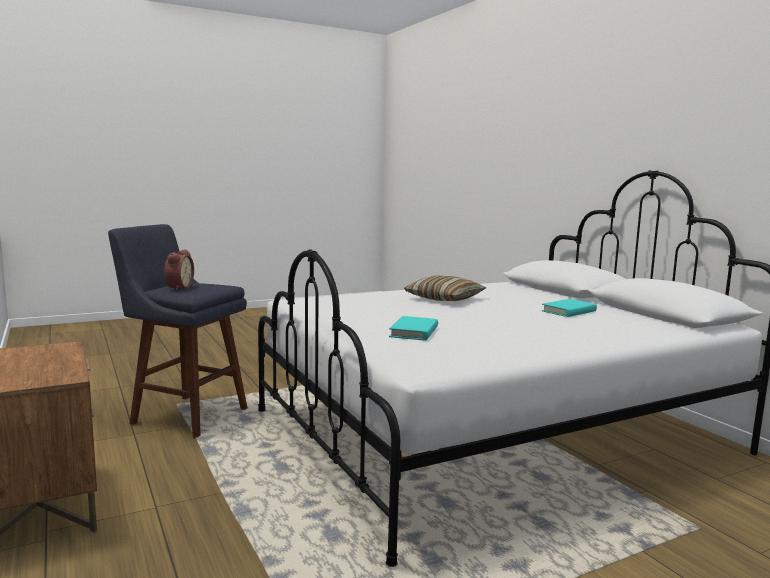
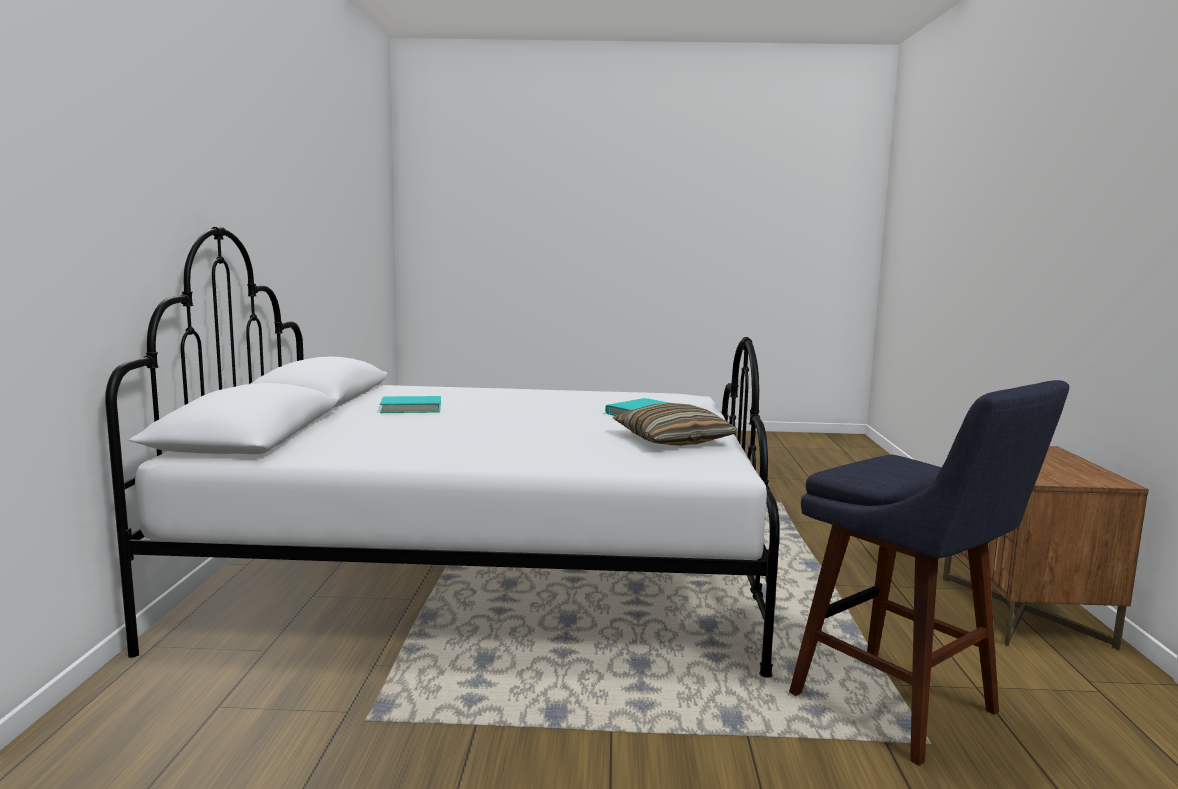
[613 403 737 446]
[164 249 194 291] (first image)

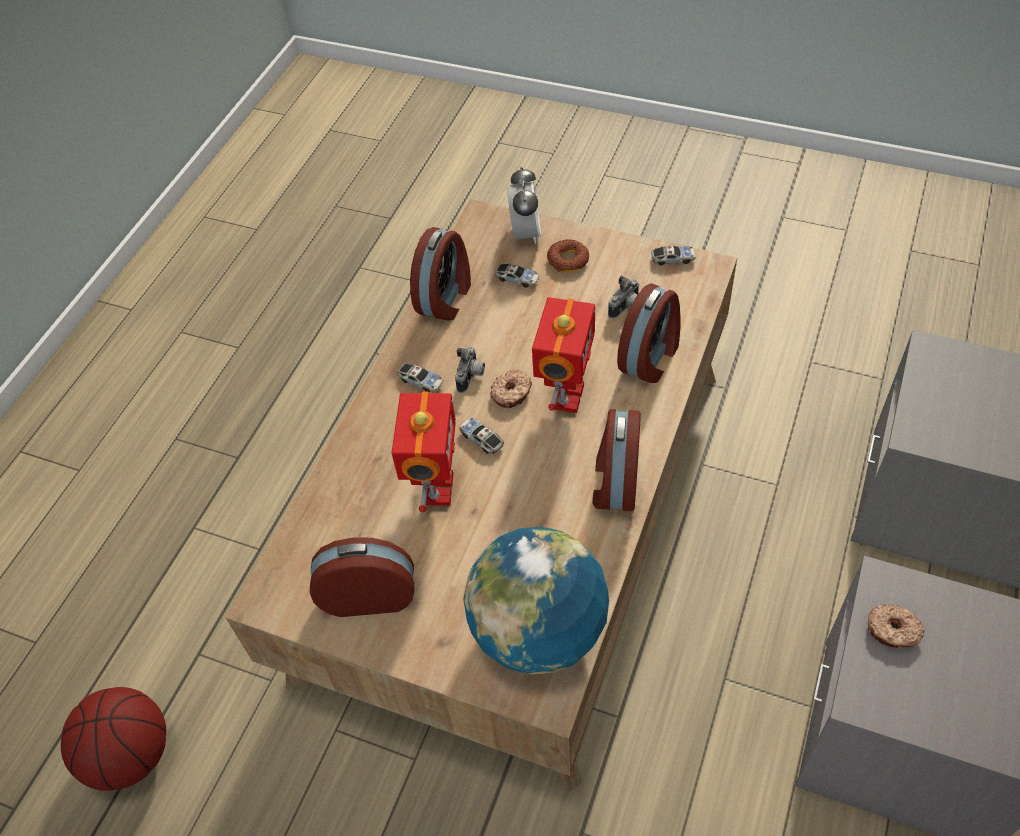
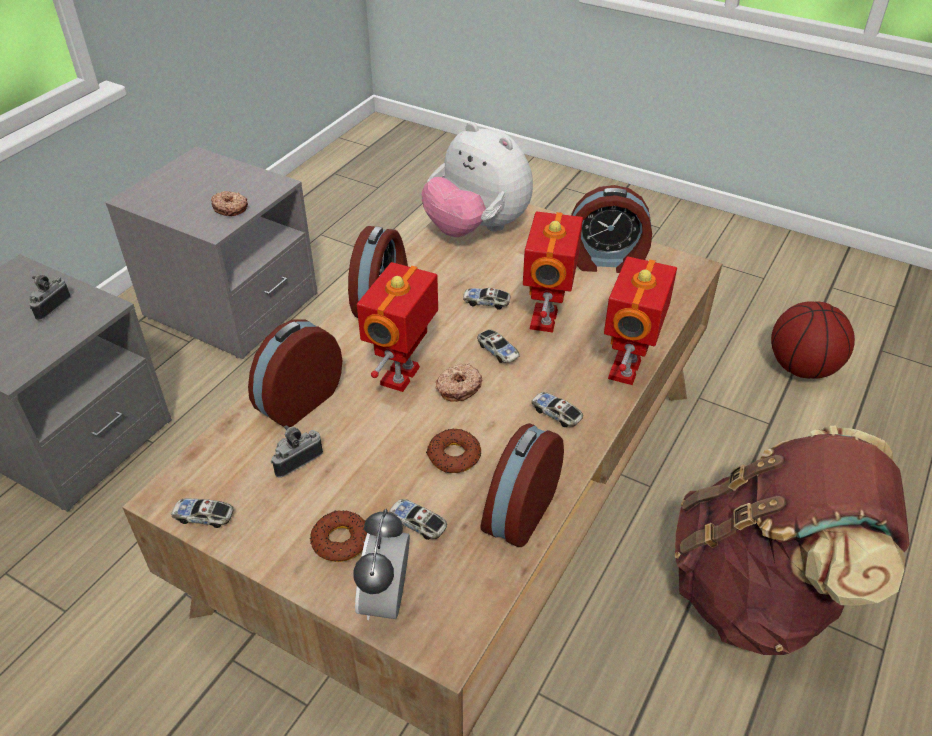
[29 275 71 320]
[422 122 533 237]
[426 429 481 473]
[463 288 510 310]
[604 256 677 385]
[675 426 910 655]

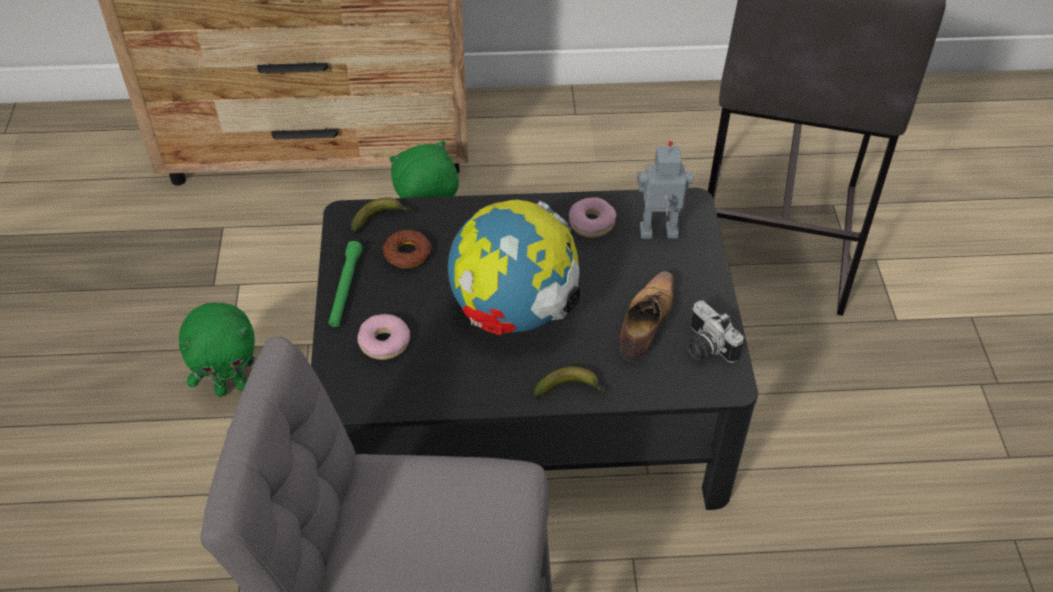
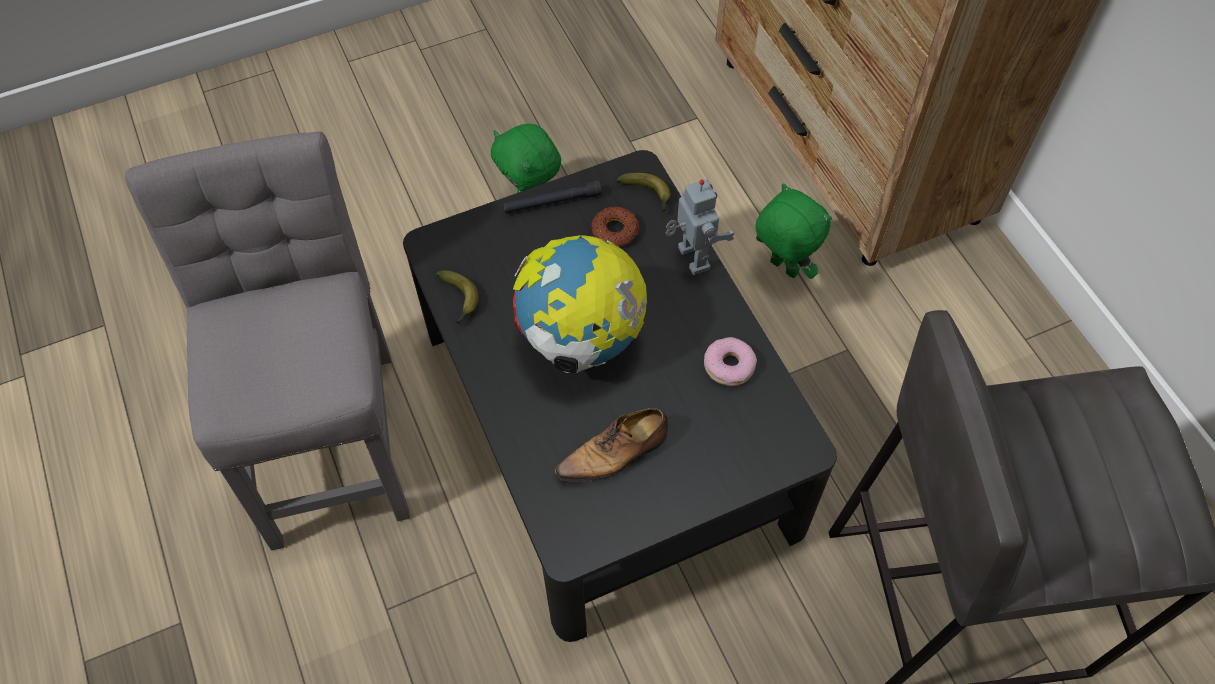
[436 270 478 324]
[503 180 602 213]
[555 408 668 484]
[666 179 735 275]
[357 314 410 360] (first image)
[687 300 744 363] (first image)

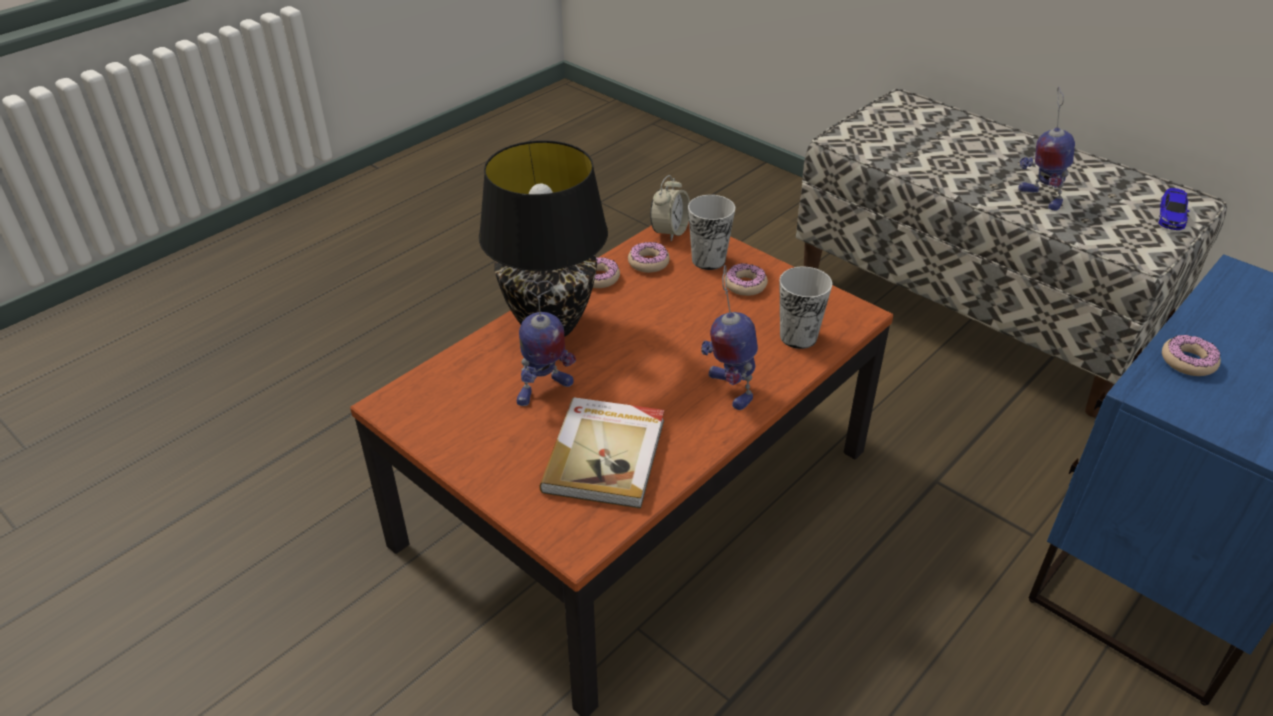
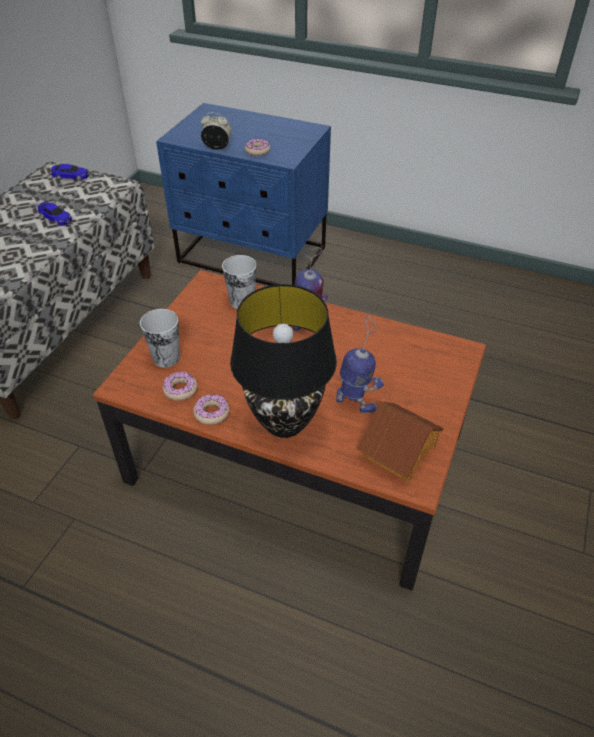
[38 202 72 226]
[201 112 232 150]
[357 400 444 482]
[539 397 664 509] (first image)
[725 263 768 296] (first image)

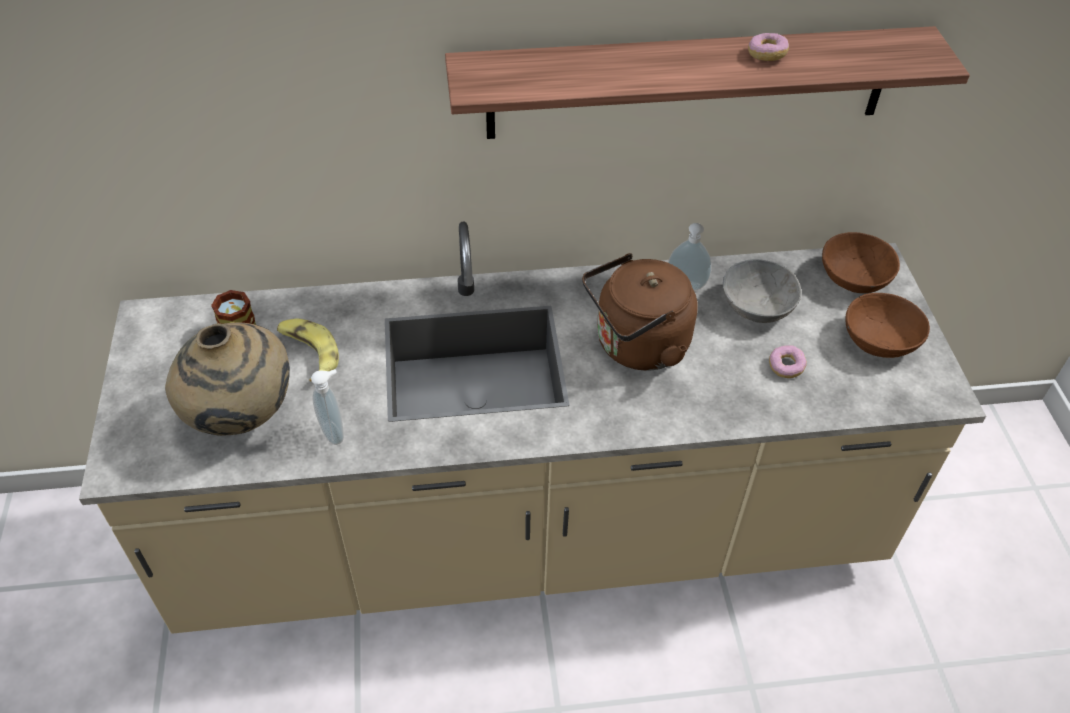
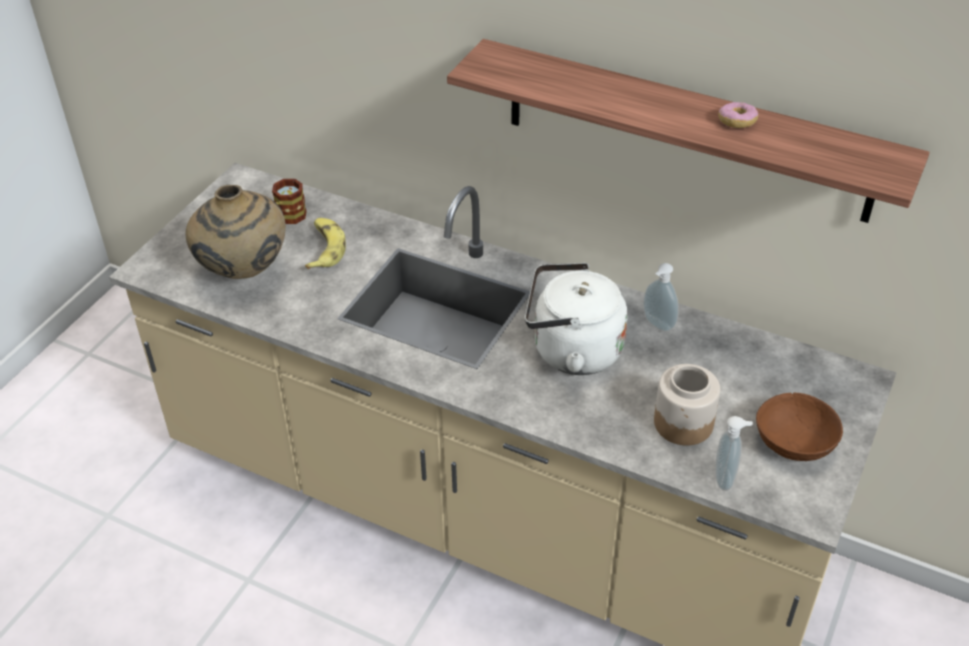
[525 263 628 375]
[654 364 720 446]
[715 416 753 491]
[723 259 802 323] (first image)
[822 232 900 293] (first image)

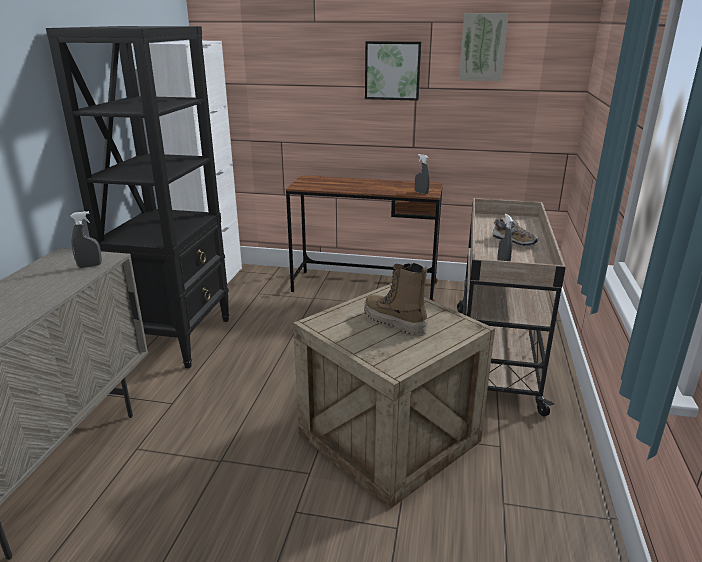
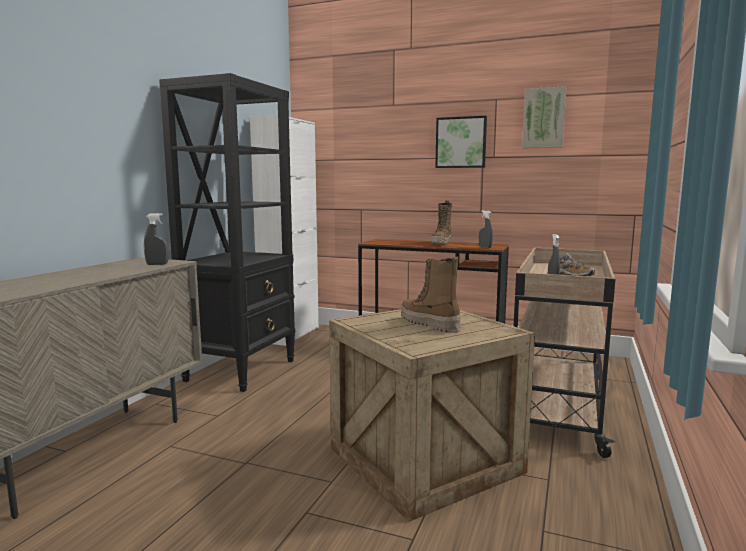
[431 200 453 245]

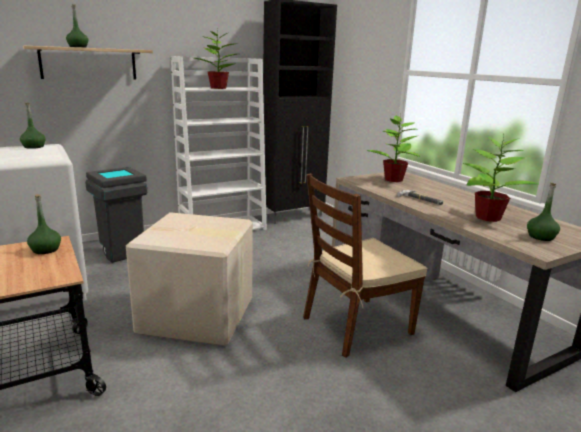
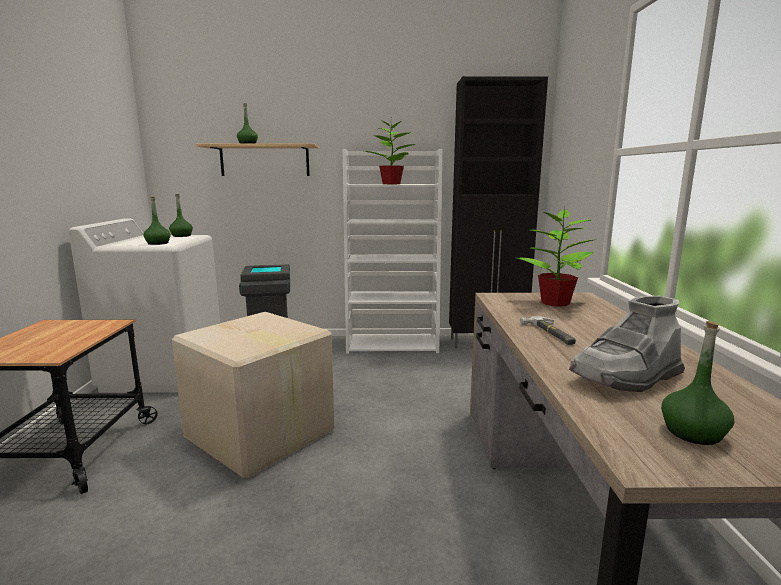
[143 196 171 245]
[569 296 685 392]
[303 173 427 358] (first image)

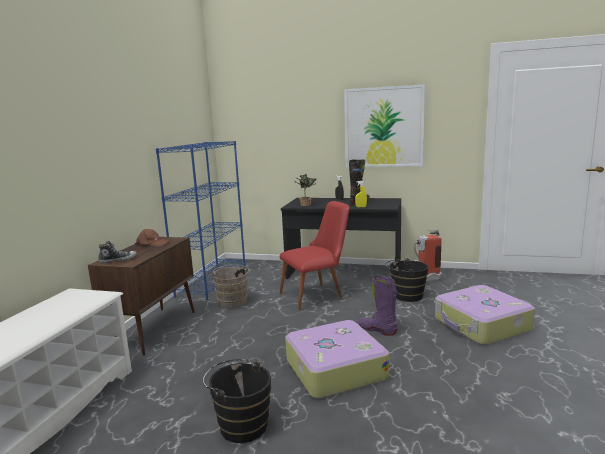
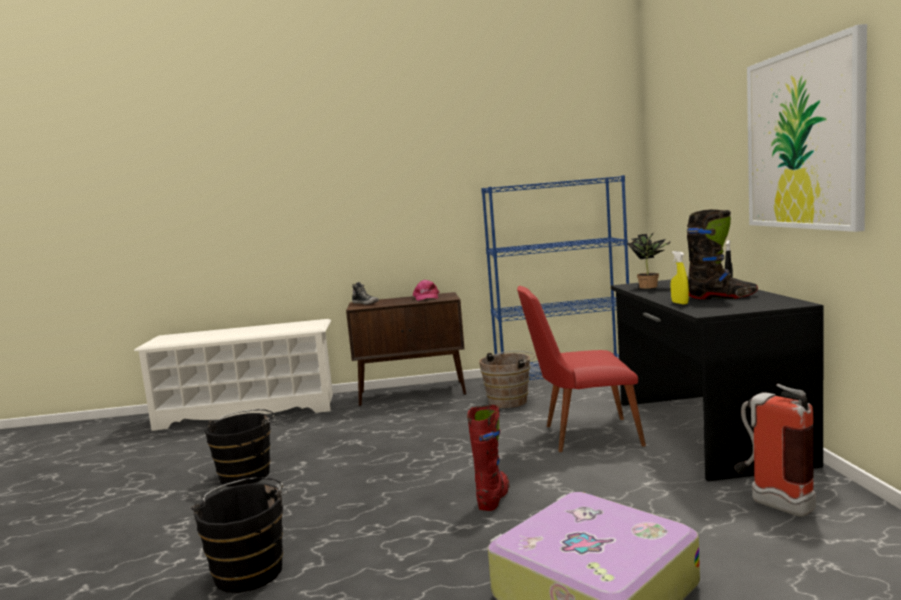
[191 477 288 593]
[413 280 439 301]
[467 405 510 511]
[517 286 646 452]
[285 320 389 398] (first image)

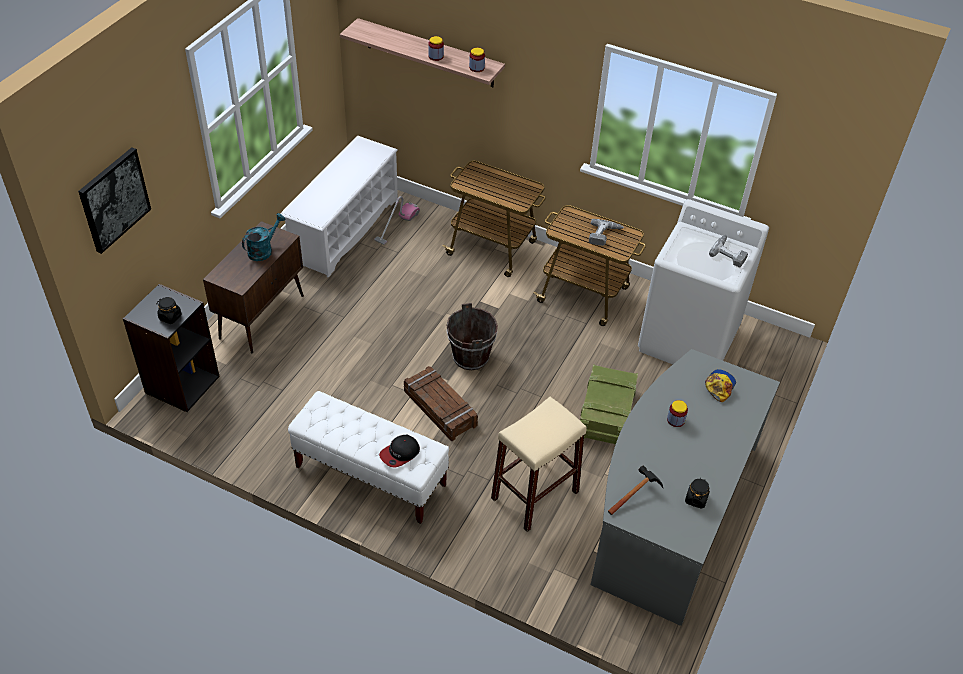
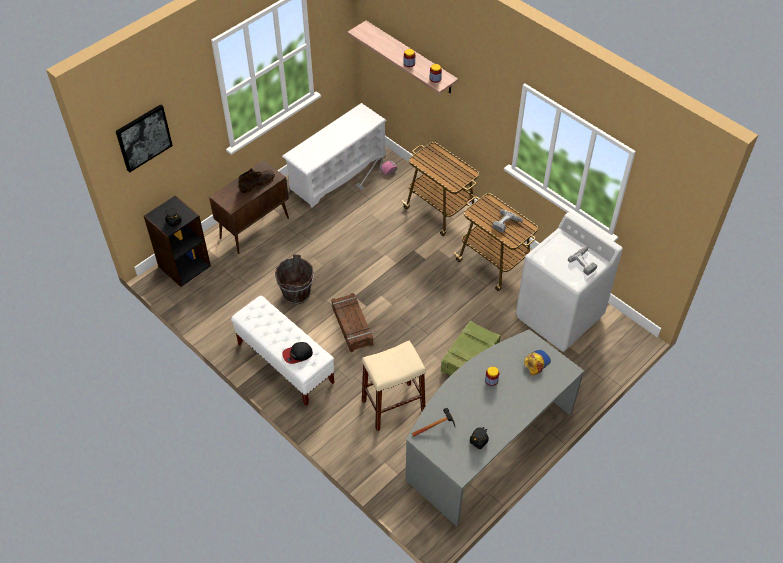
[238 168 275 193]
[275 254 314 304]

